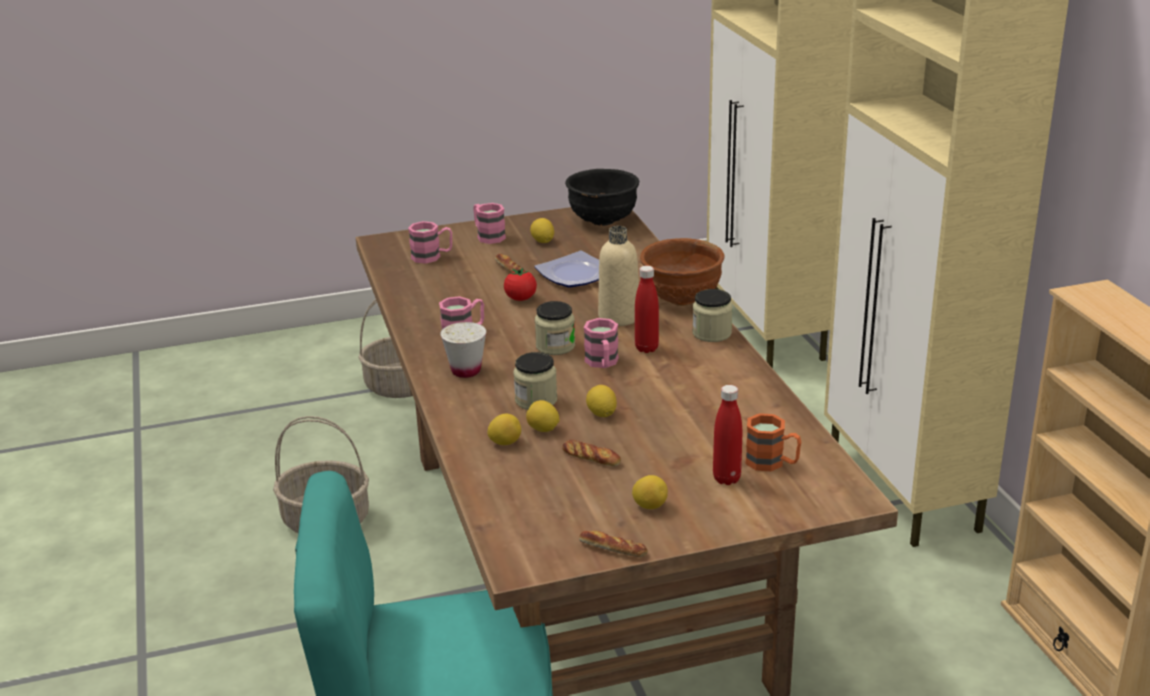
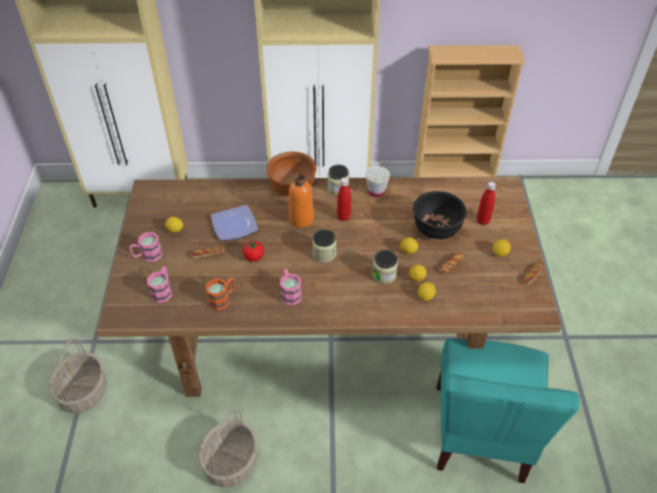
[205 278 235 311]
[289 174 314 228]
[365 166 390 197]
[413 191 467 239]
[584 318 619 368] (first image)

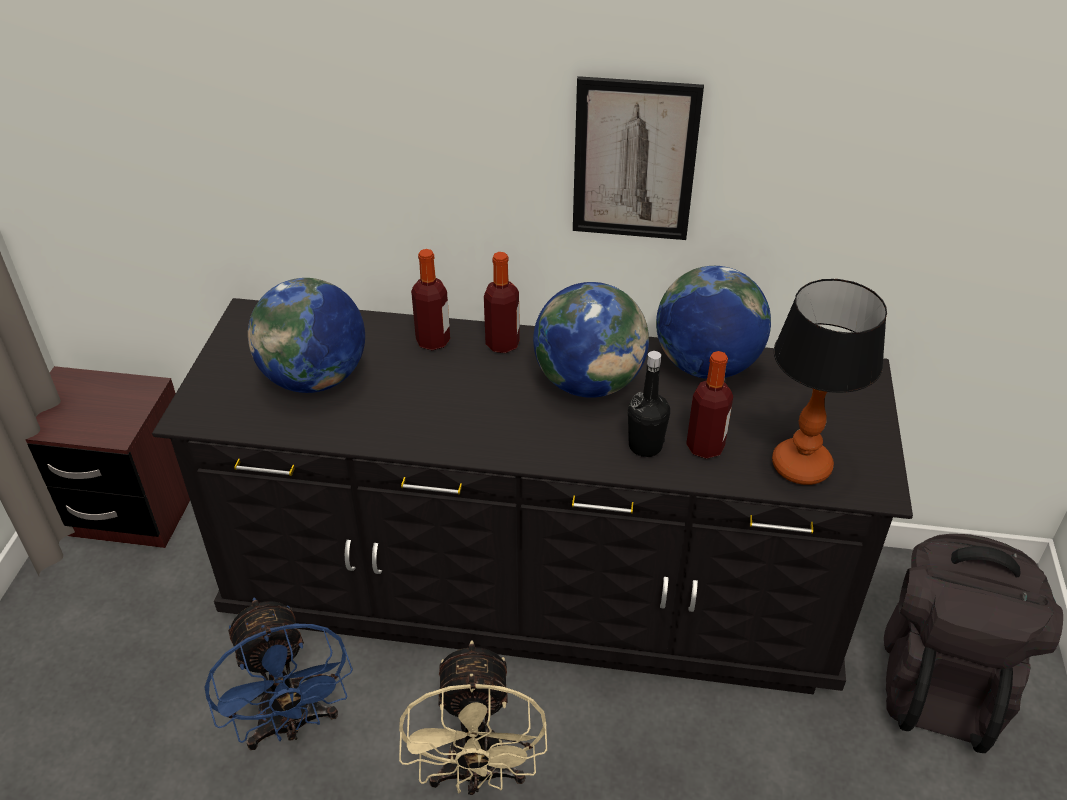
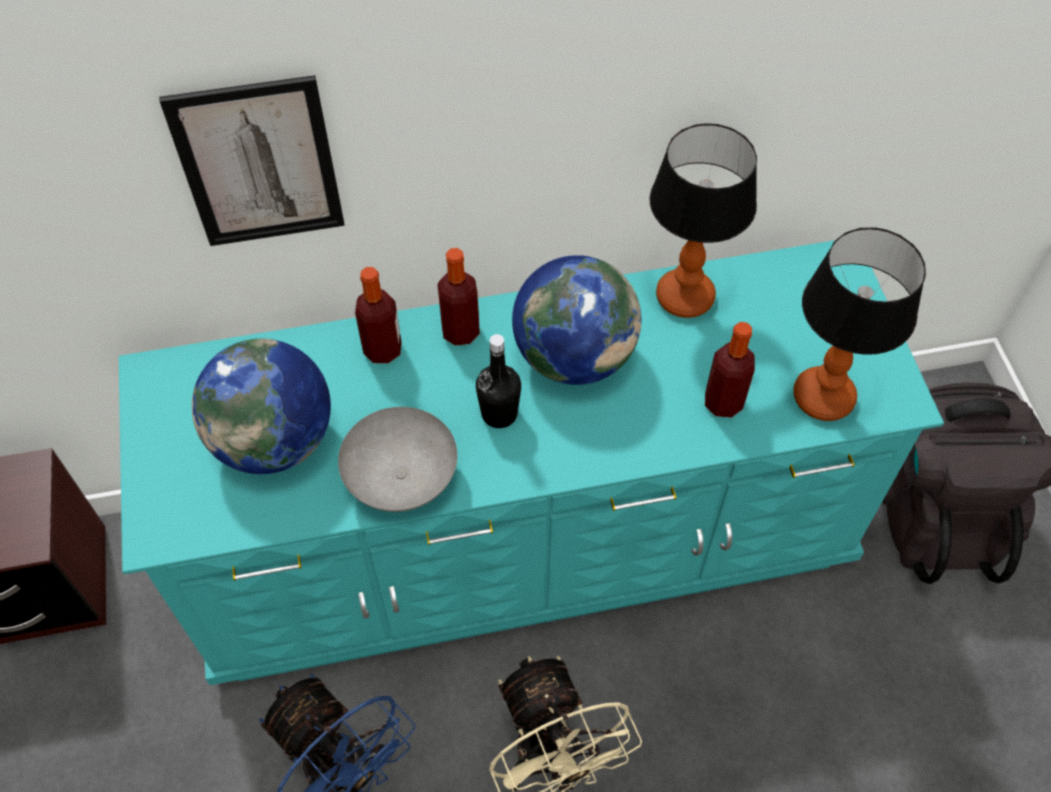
[119 240 944 685]
[159 75 345 246]
[338 407 457 512]
[476 334 521 428]
[650 123 757 318]

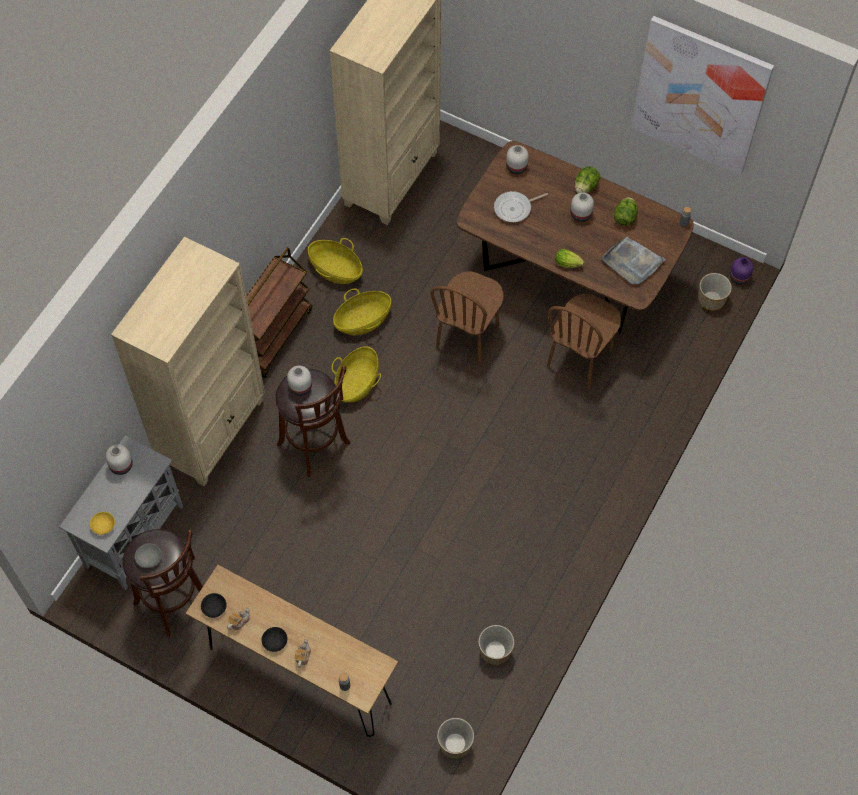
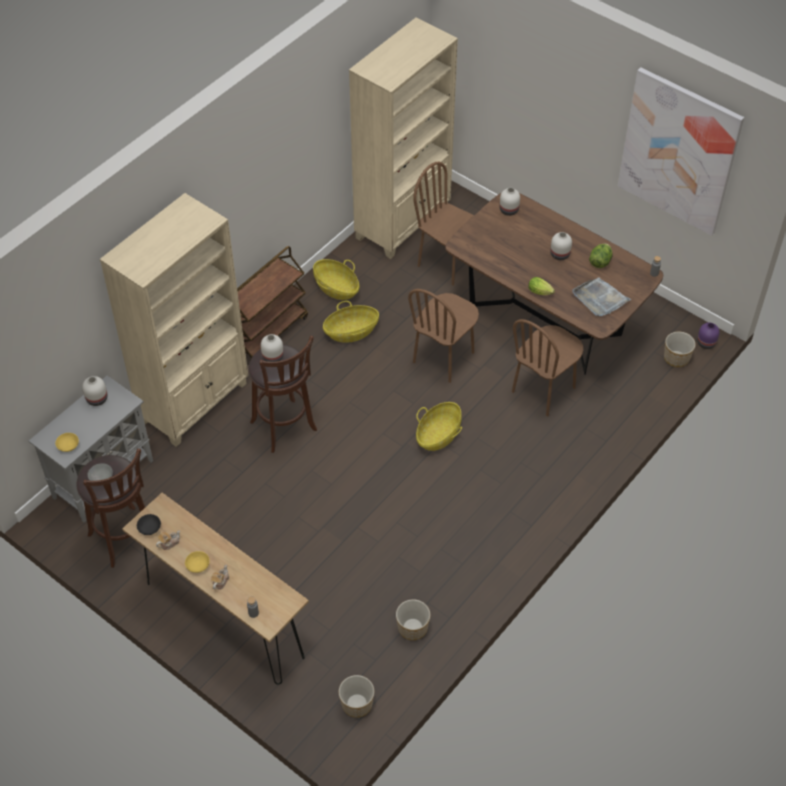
[185 551 210 573]
[413 162 474 286]
[416 402 462 451]
[494 191 548 222] (first image)
[575 167 601 193] (first image)

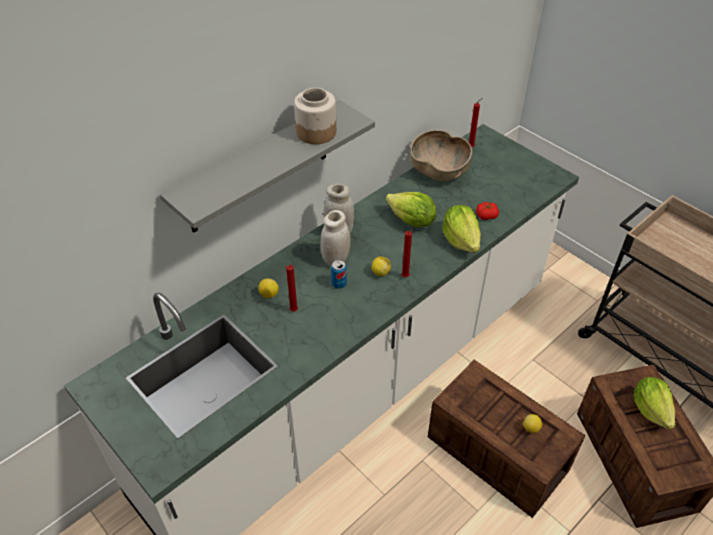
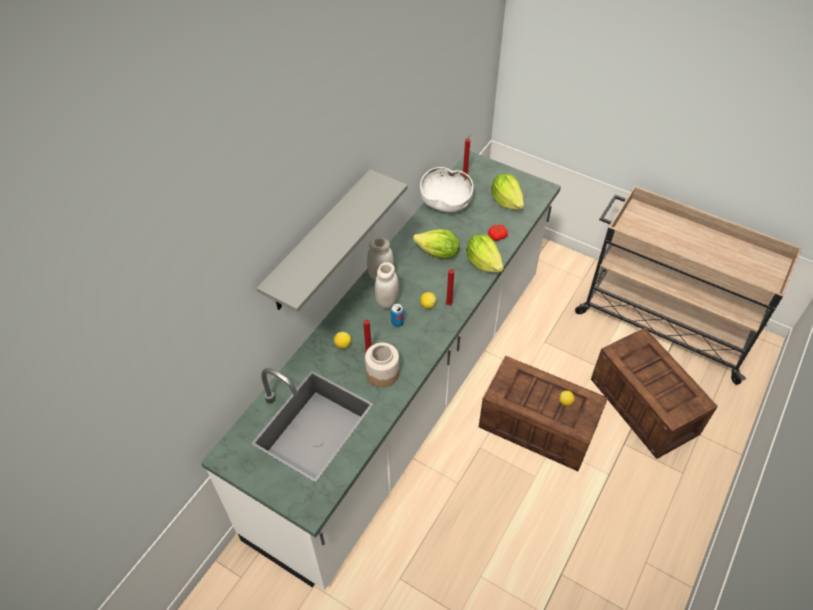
[365 343 399 387]
[420 167 474 212]
[491 174 524 210]

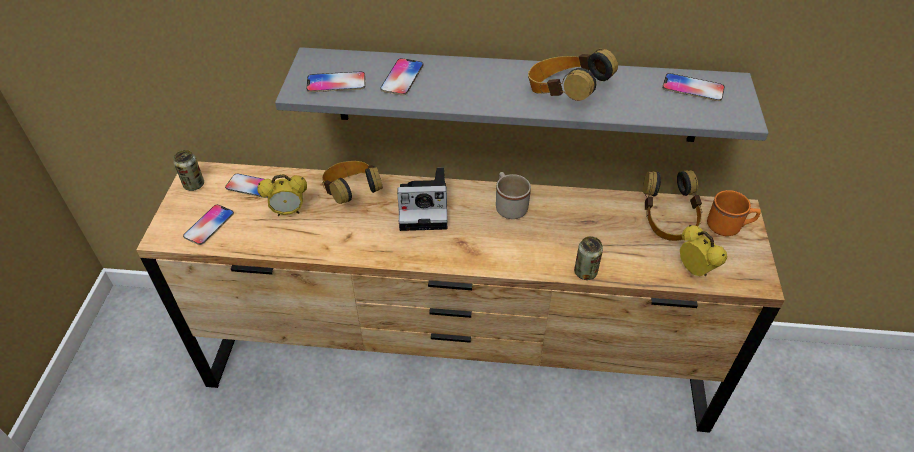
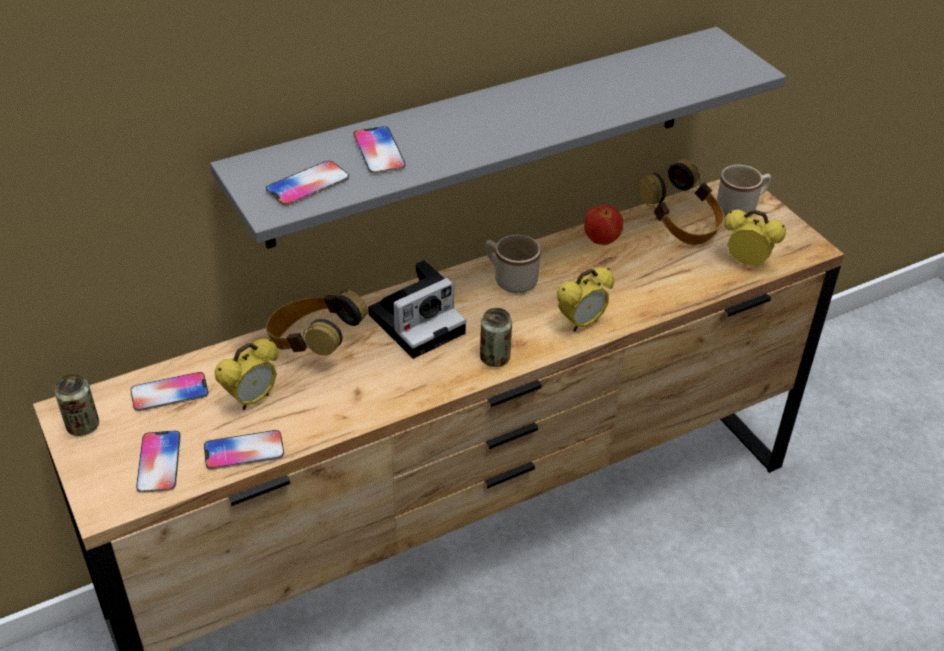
[204 430 284 470]
[480 308 512 367]
[557 267 614 332]
[584 204 623 245]
[717 165 771 216]
[528 49 618 101] (first image)

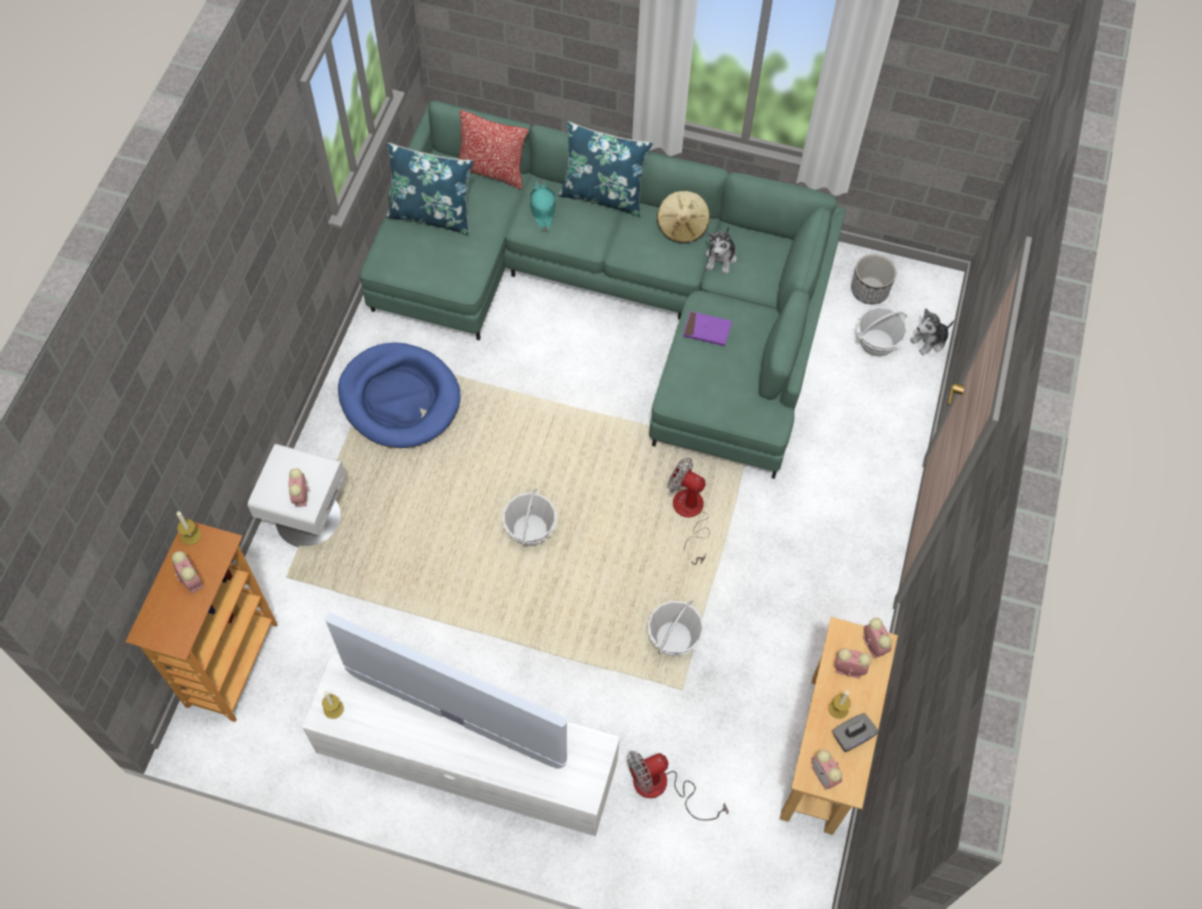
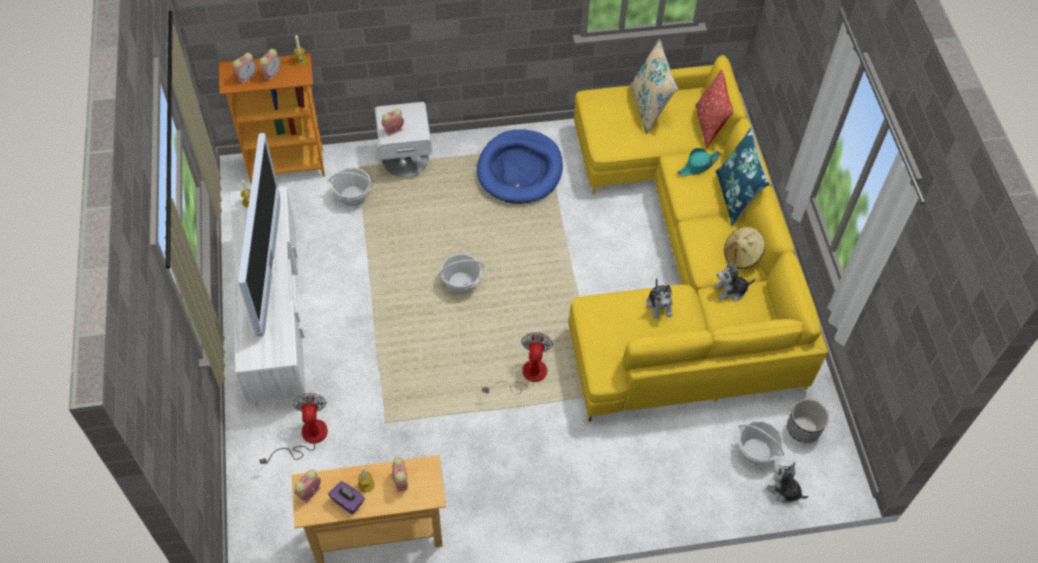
[233 53 256 84]
[259 393 328 464]
[328 167 374 207]
[328 481 365 514]
[569 55 828 421]
[630 39 678 134]
[646 278 673 319]

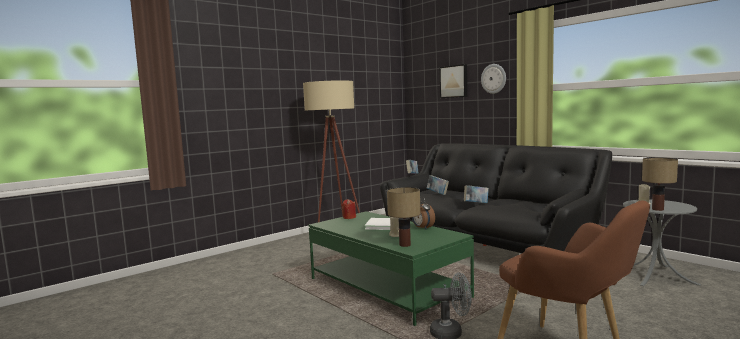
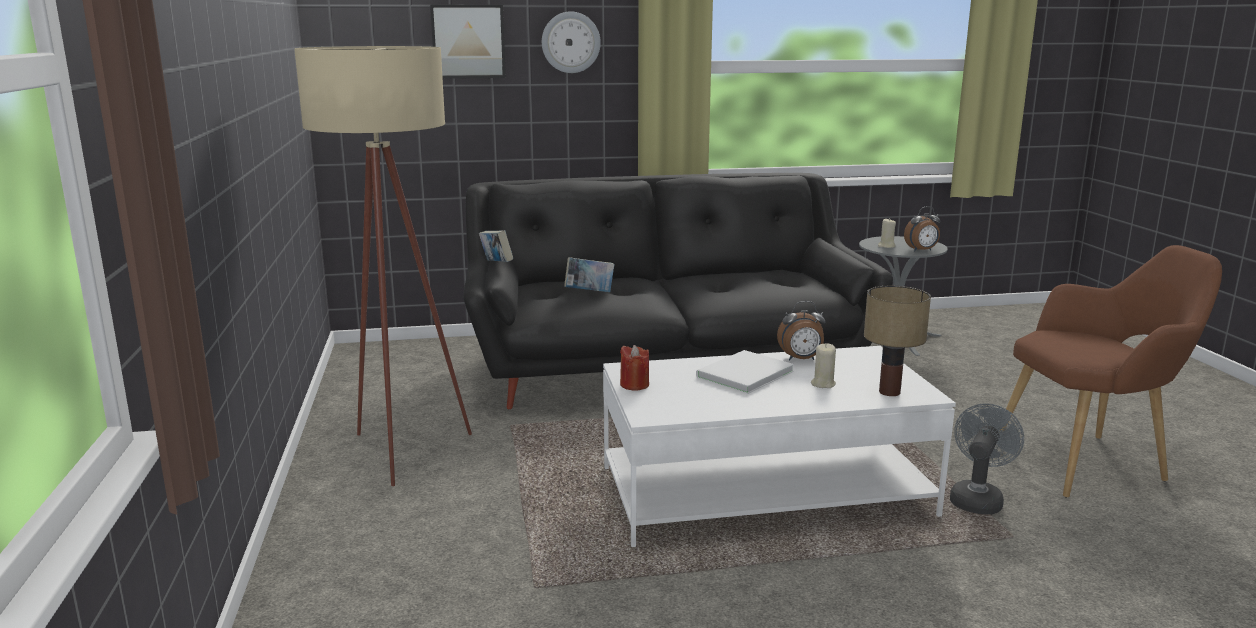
[603 346 956 547]
[904 206 940 251]
[464 185 489 203] (first image)

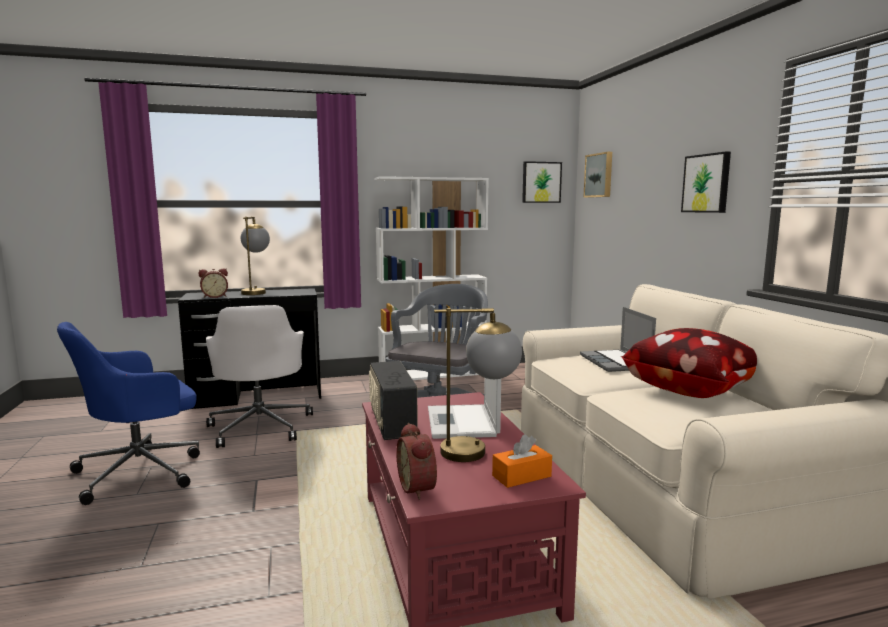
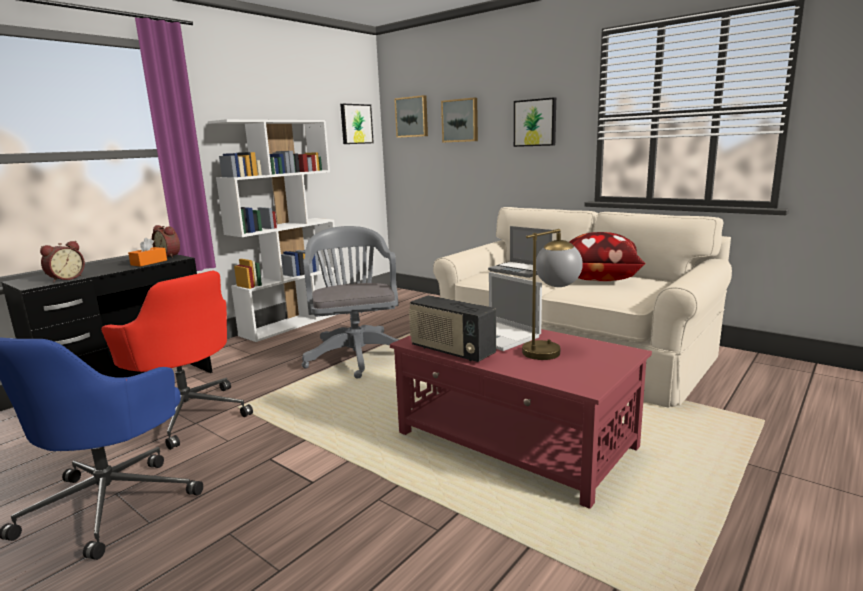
[101 271 253 450]
[128 238 167 266]
[152 225 180 258]
[441 98 478 143]
[241 217 270 295] (first image)

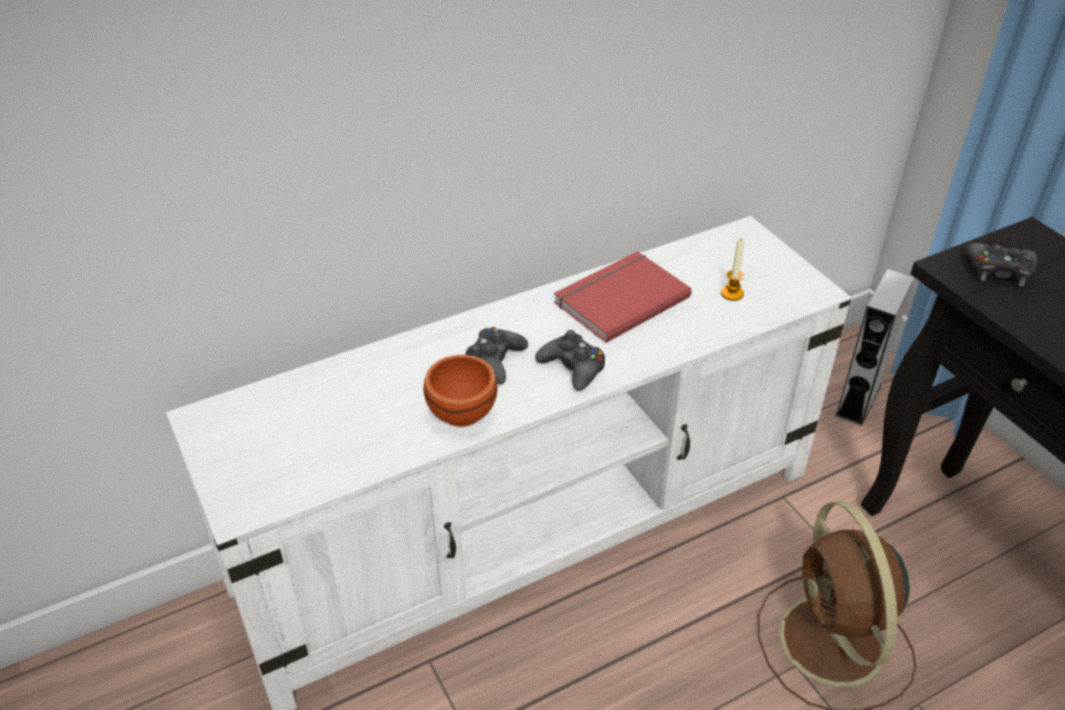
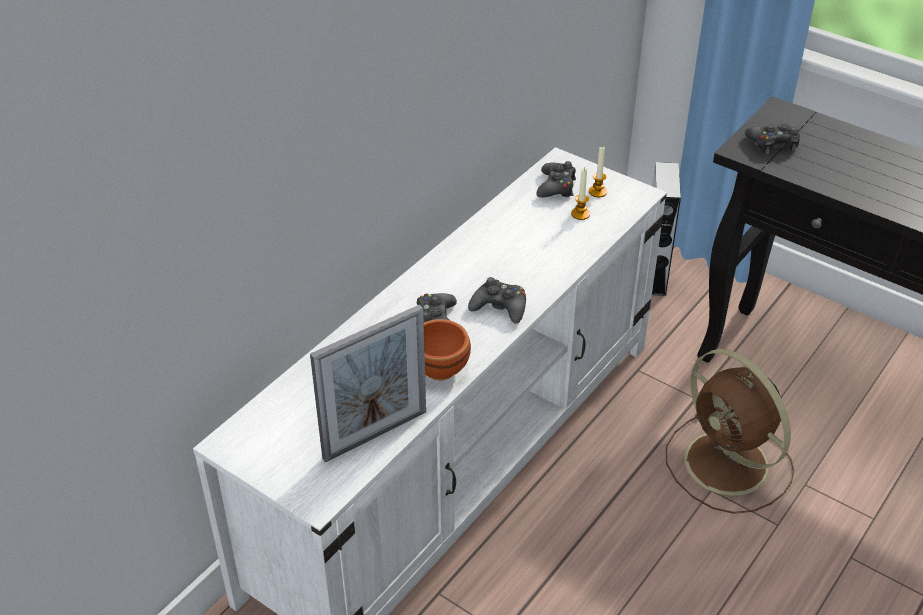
[310 304 426 462]
[536 161 576 198]
[589 147 607 198]
[554 251 692 343] (first image)

